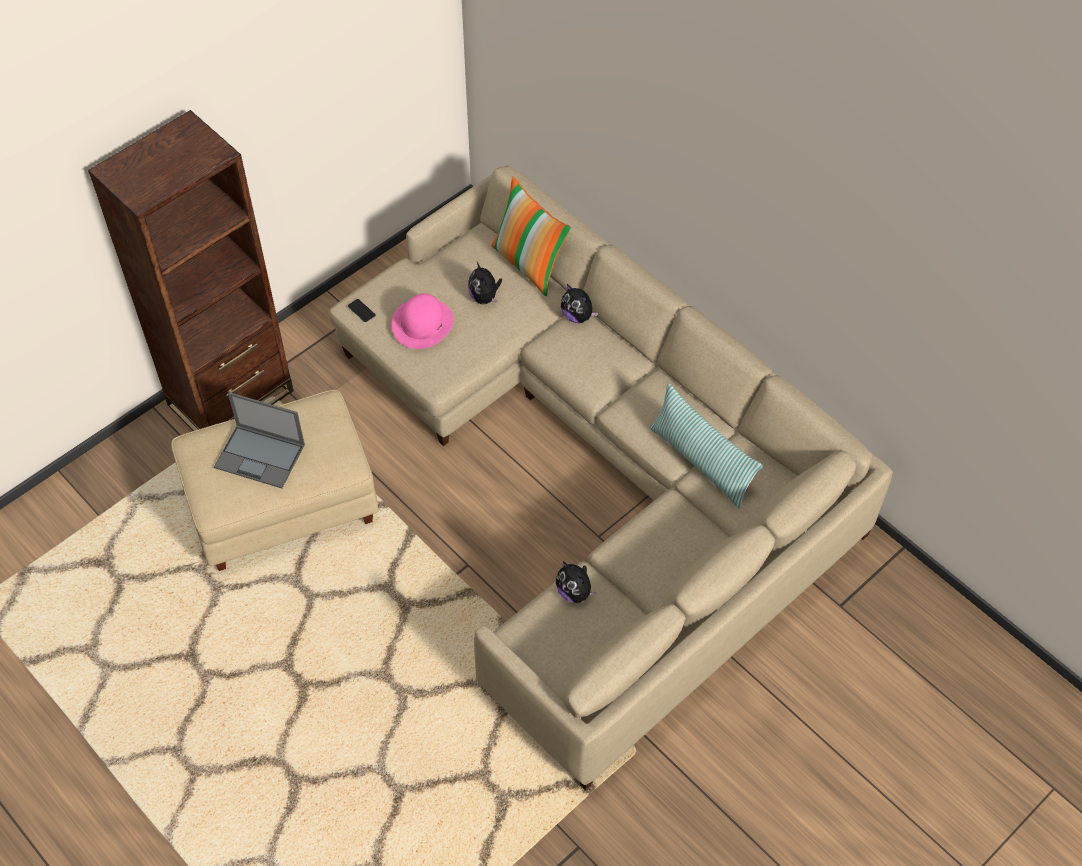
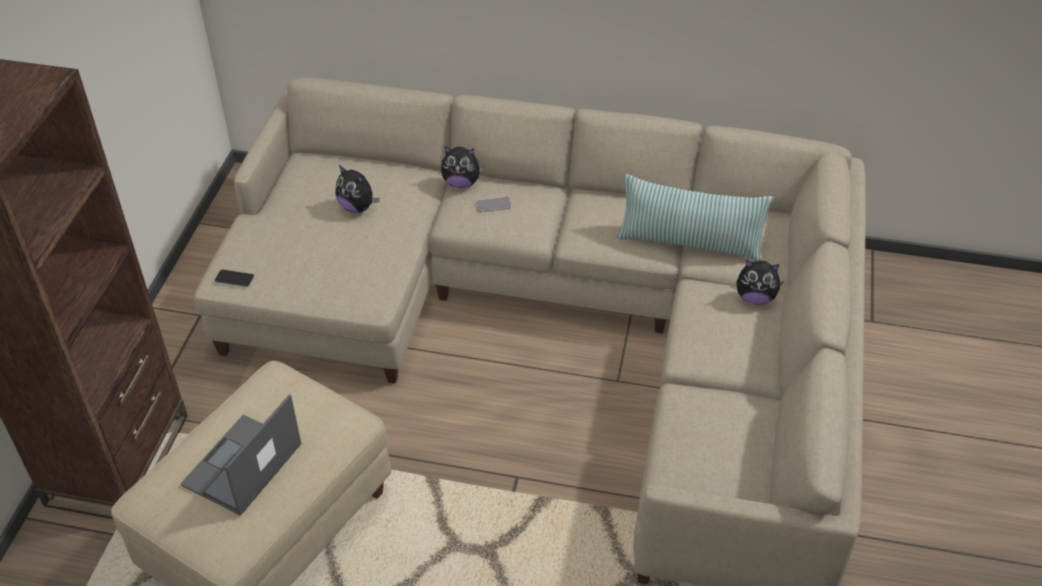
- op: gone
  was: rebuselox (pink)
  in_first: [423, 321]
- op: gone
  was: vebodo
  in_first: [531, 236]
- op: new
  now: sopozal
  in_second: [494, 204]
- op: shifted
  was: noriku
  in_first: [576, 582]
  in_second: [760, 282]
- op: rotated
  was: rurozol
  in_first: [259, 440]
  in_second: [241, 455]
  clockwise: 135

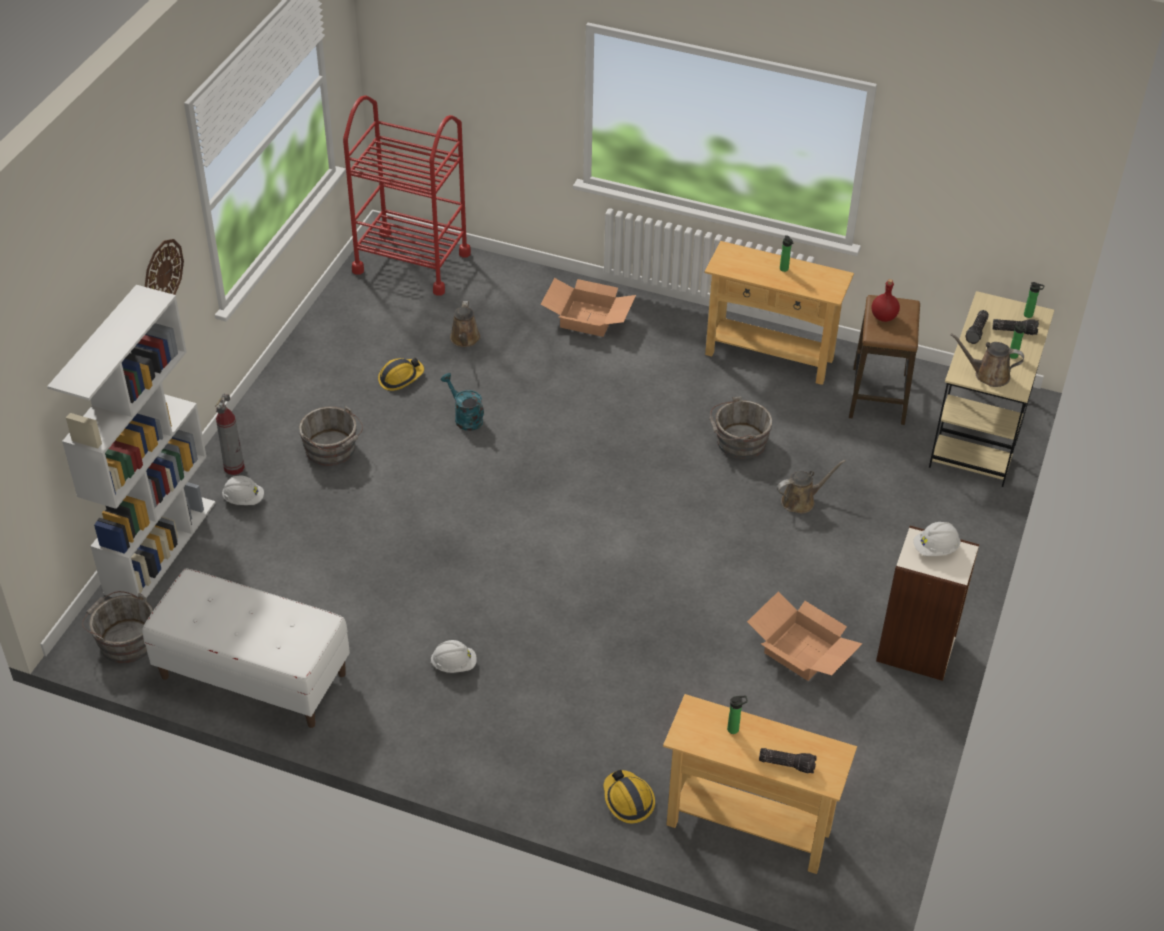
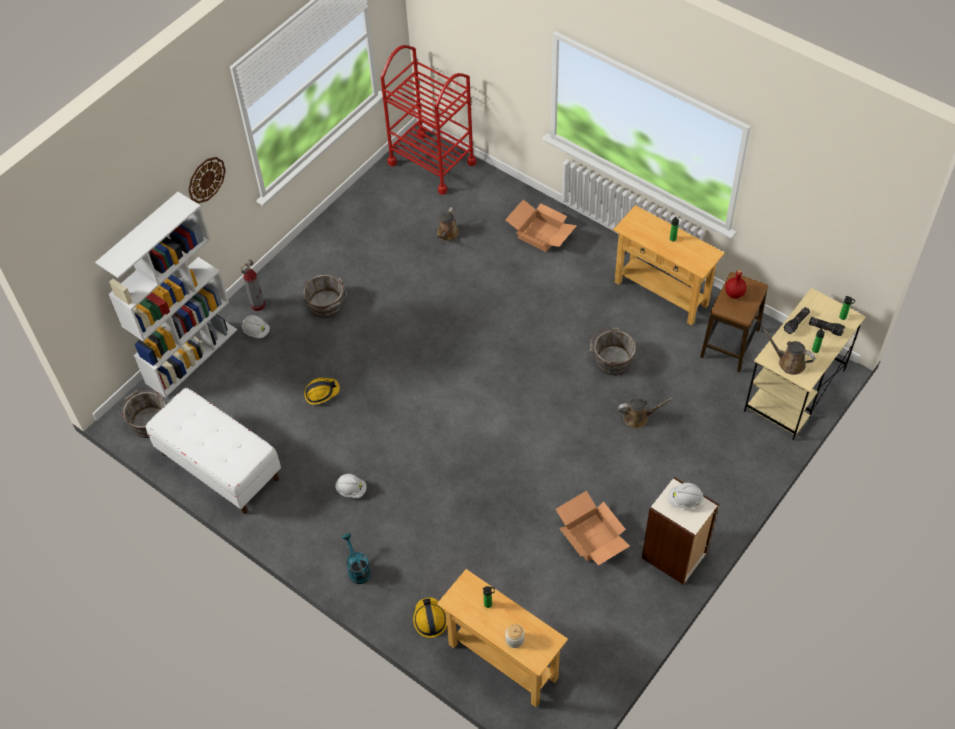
- op: shifted
  was: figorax
  in_first: [401, 374]
  in_second: [322, 391]
- op: shifted
  was: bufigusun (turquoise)
  in_first: [462, 402]
  in_second: [356, 558]
- op: swapped
  was: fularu
  now: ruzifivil
  in_first: [788, 761]
  in_second: [514, 636]

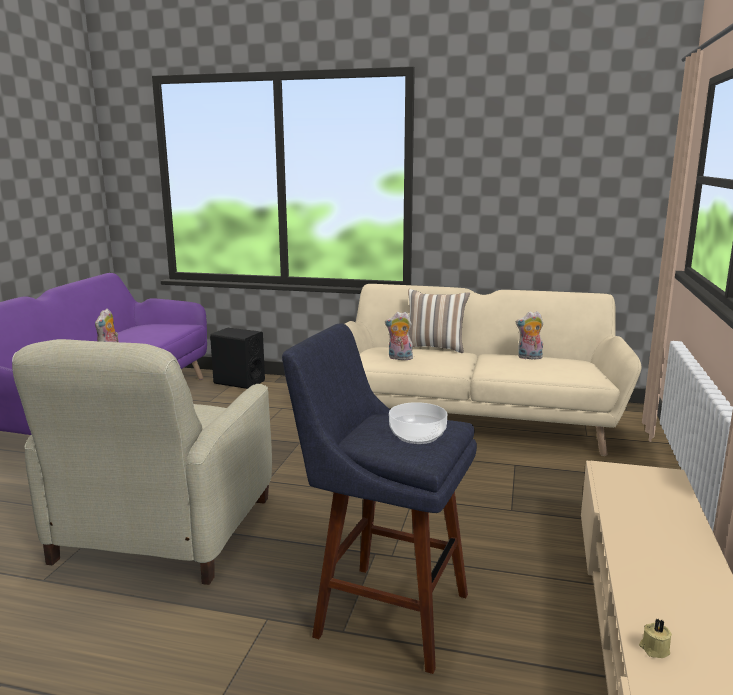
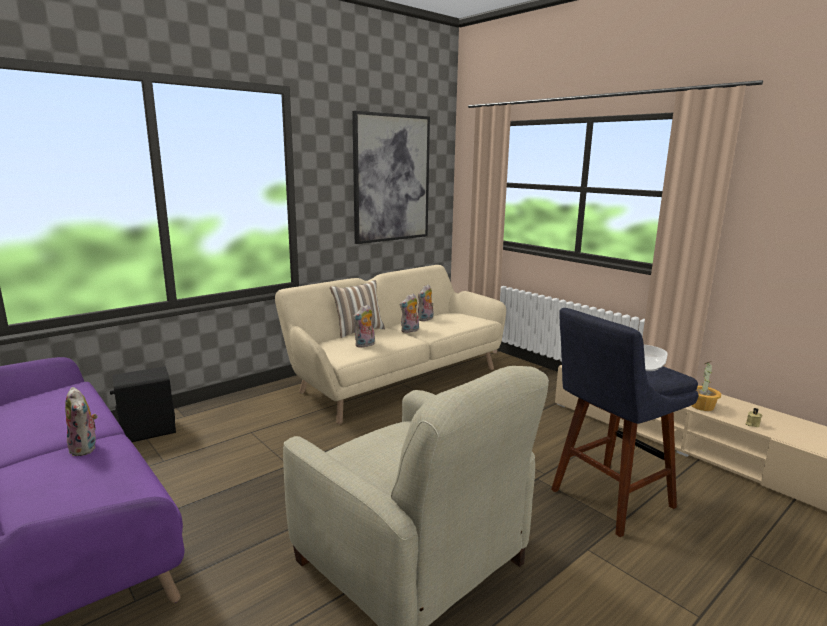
- op: new
  now: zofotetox
  in_second: [391, 177]
- op: new
  now: noriku
  in_second: [409, 313]
- op: new
  now: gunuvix
  in_second: [706, 386]

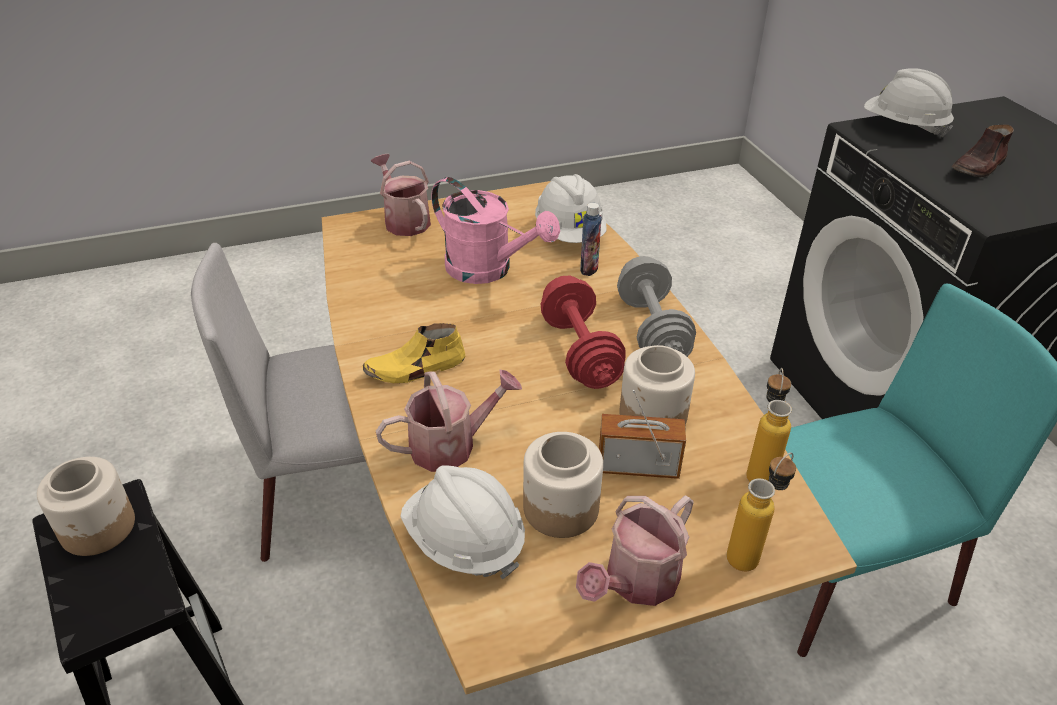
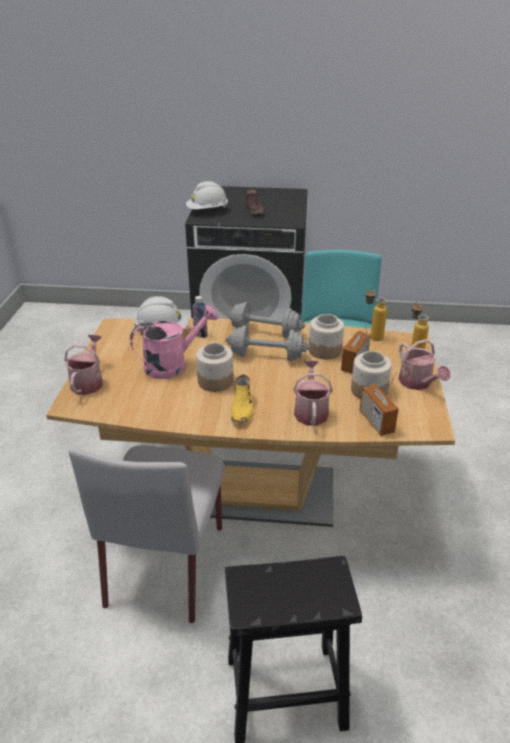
- op: shifted
  was: ruzifivil
  in_first: [86, 506]
  in_second: [215, 367]
- op: swapped
  was: figorax (white)
  now: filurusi
  in_first: [463, 523]
  in_second: [379, 404]
- op: repainted
  was: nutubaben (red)
  now: nutubaben (grey)
  in_first: [583, 332]
  in_second: [268, 343]
- op: rotated
  was: bufigusun
  in_first: [401, 195]
  in_second: [83, 365]
  clockwise: 105

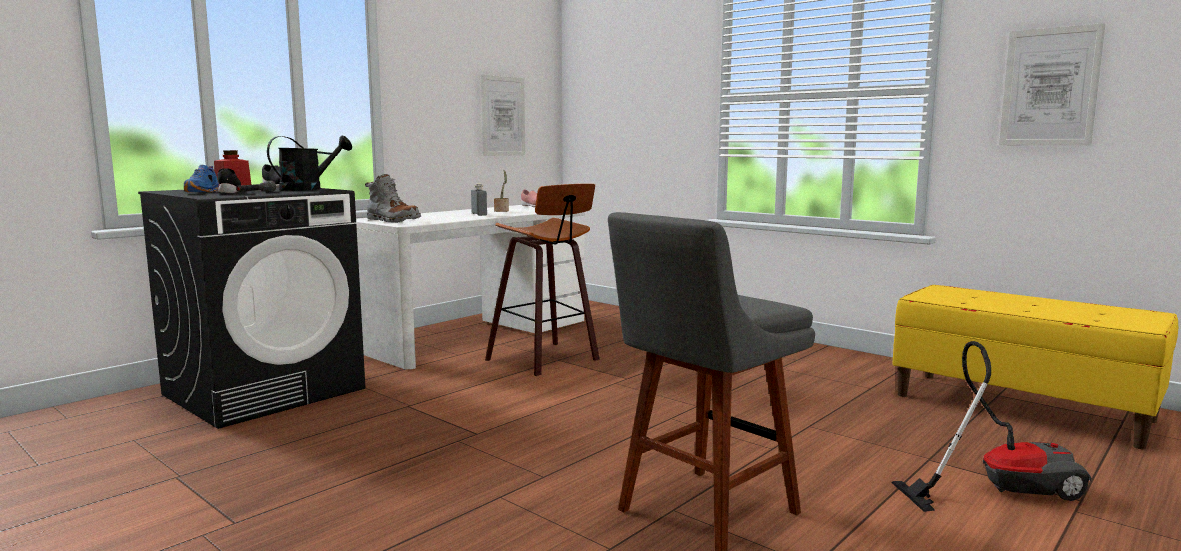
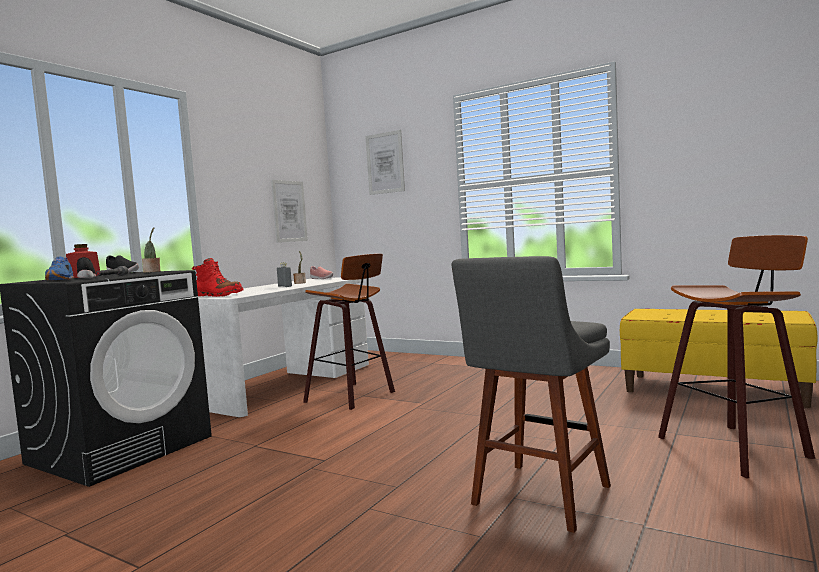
- op: shifted
  was: zofotetox
  in_first: [1052, 84]
  in_second: [385, 162]
- op: swapped
  was: bufigusun (black)
  now: gunuvix
  in_first: [309, 163]
  in_second: [151, 250]
- op: swapped
  was: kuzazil
  now: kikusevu
  in_first: [992, 426]
  in_second: [736, 357]
- op: repainted
  was: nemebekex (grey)
  now: nemebekex (red)
  in_first: [393, 198]
  in_second: [218, 277]

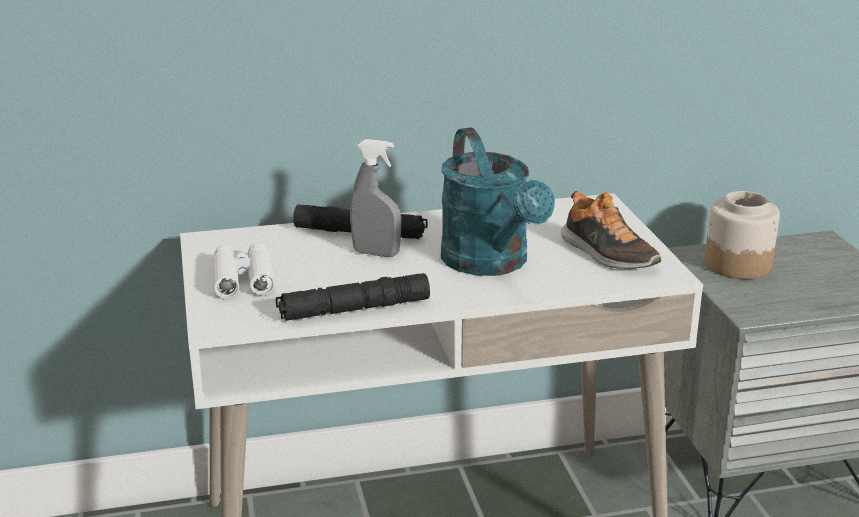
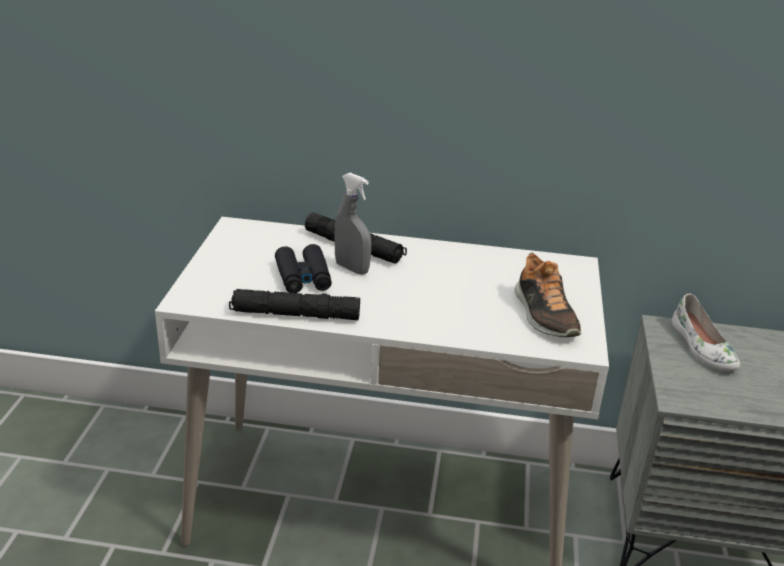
- op: gone
  was: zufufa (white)
  in_first: [244, 271]
- op: gone
  was: bufigusun (turquoise)
  in_first: [498, 202]
- op: new
  now: zufufa (black)
  in_second: [303, 268]
- op: swapped
  was: ruzifivil
  now: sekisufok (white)
  in_first: [742, 235]
  in_second: [706, 332]

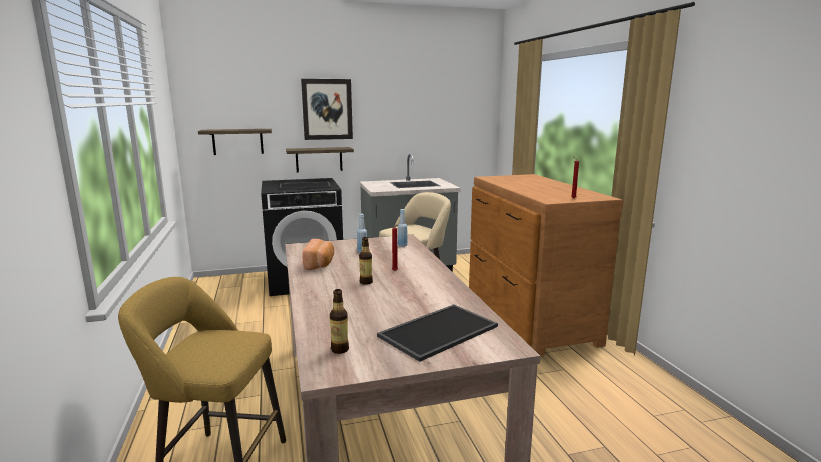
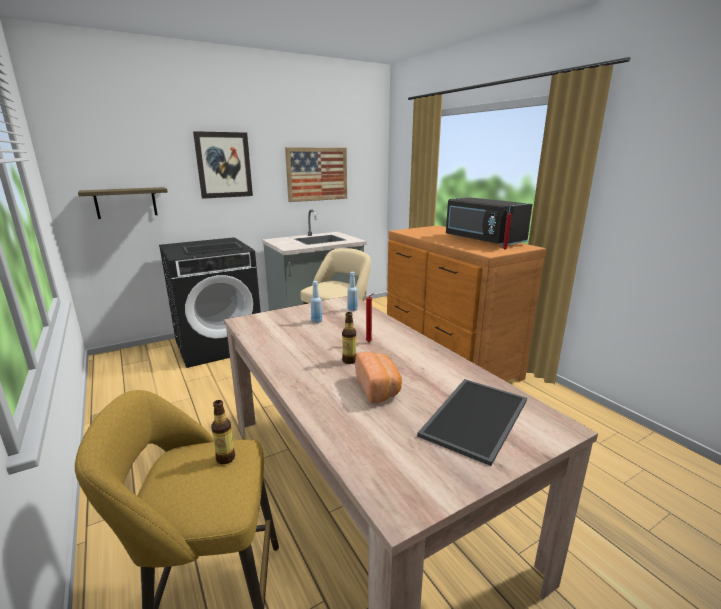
- op: gone
  was: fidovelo
  in_first: [320, 159]
- op: new
  now: zofotetox
  in_second: [316, 174]
- op: new
  now: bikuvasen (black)
  in_second: [489, 221]
- op: shifted
  was: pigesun
  in_first: [318, 254]
  in_second: [378, 378]
- op: shifted
  was: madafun
  in_first: [339, 321]
  in_second: [223, 432]

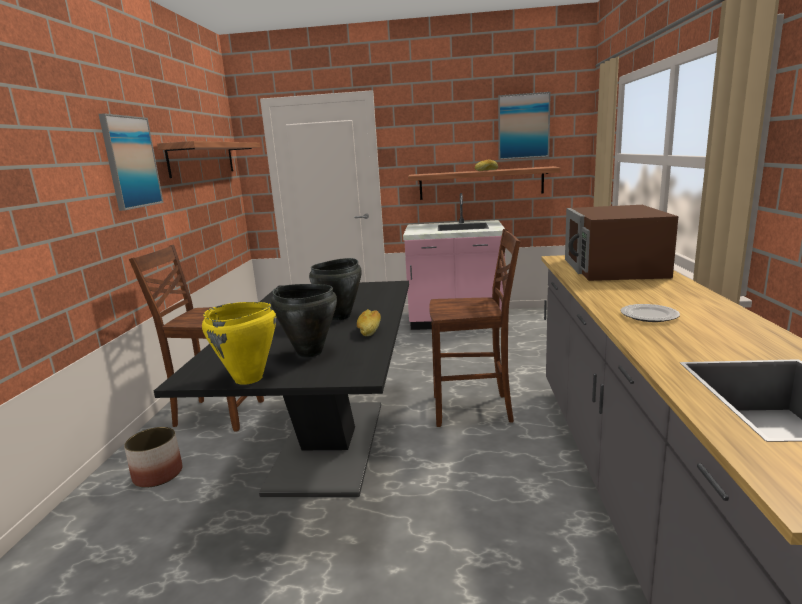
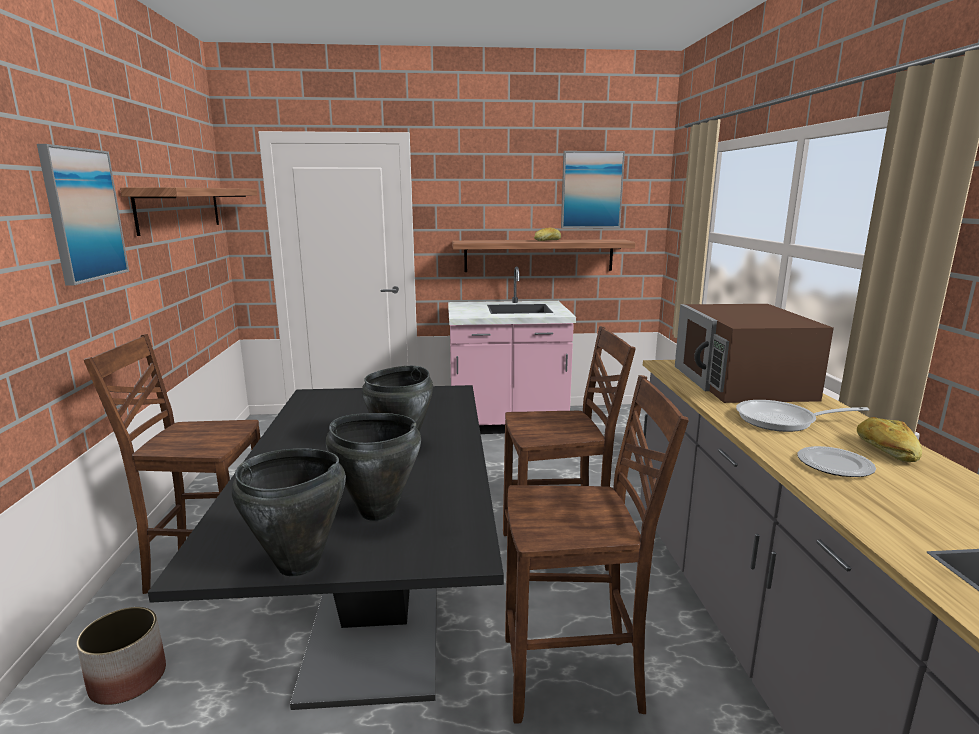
- op: new
  now: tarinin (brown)
  in_second: [596, 549]
- op: new
  now: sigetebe
  in_second: [802, 416]
- op: shifted
  was: pigesun
  in_first: [369, 322]
  in_second: [889, 439]
- op: repainted
  was: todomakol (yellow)
  now: todomakol (black)
  in_first: [239, 343]
  in_second: [289, 512]

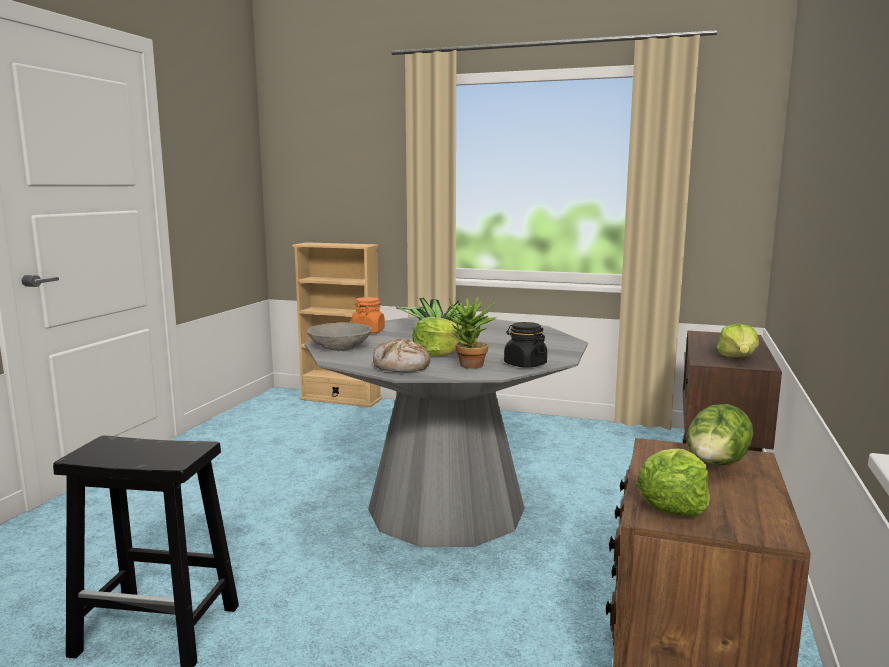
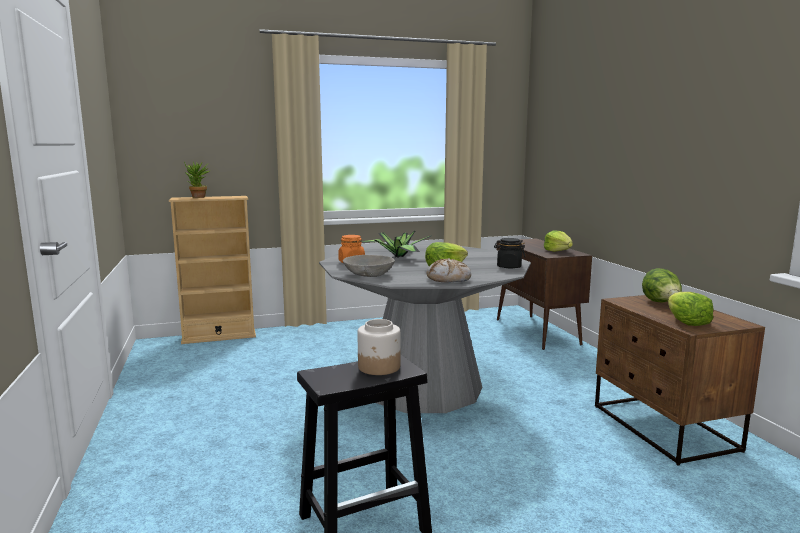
- op: new
  now: ruzifivil
  in_second: [379, 347]
- op: shifted
  was: gunuvix
  in_first: [472, 333]
  in_second: [197, 180]

